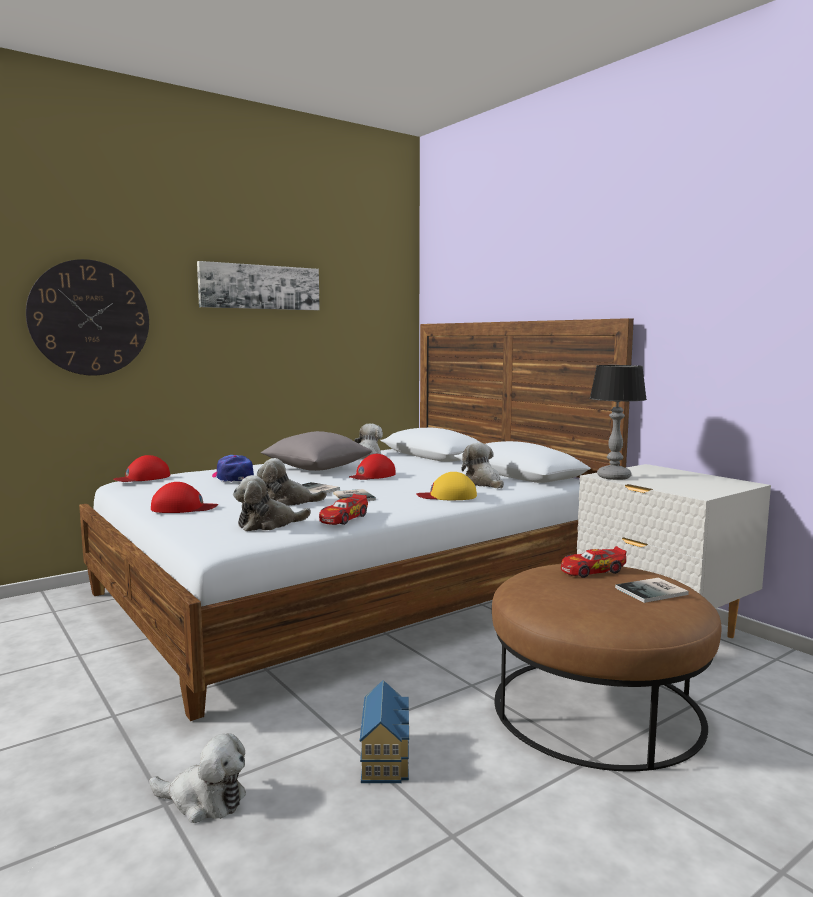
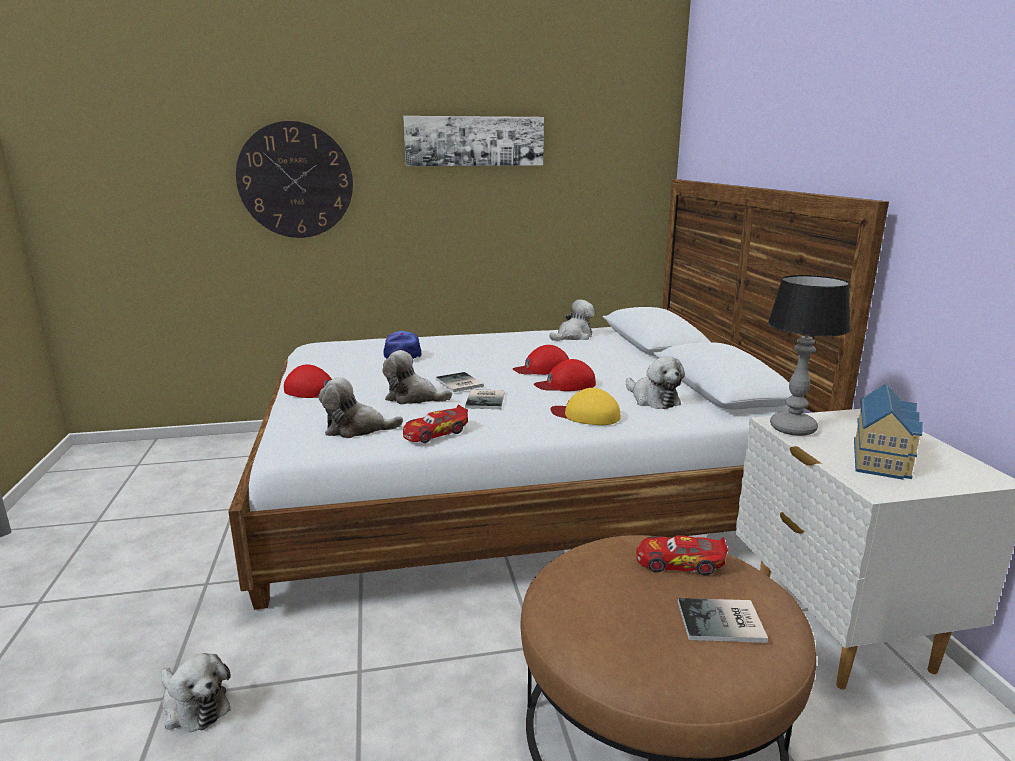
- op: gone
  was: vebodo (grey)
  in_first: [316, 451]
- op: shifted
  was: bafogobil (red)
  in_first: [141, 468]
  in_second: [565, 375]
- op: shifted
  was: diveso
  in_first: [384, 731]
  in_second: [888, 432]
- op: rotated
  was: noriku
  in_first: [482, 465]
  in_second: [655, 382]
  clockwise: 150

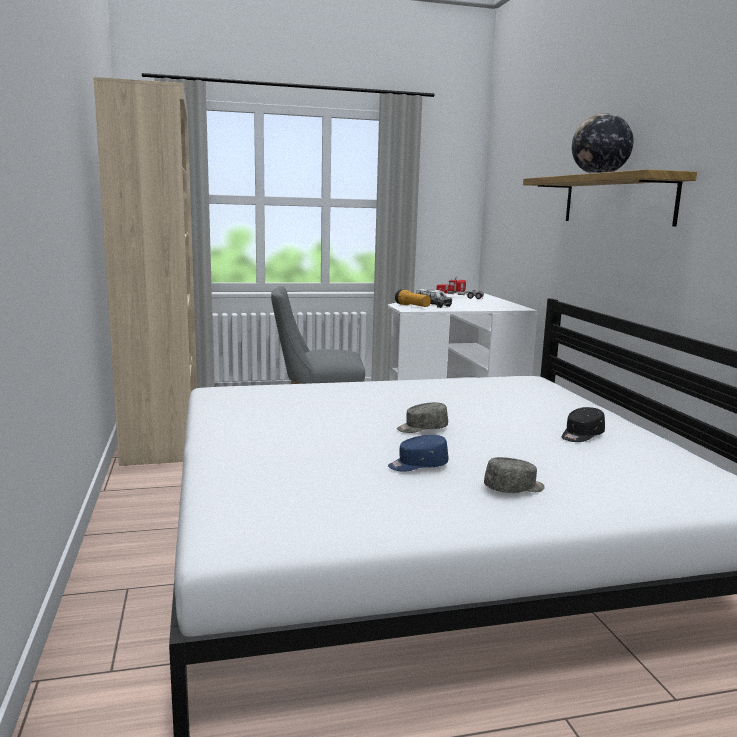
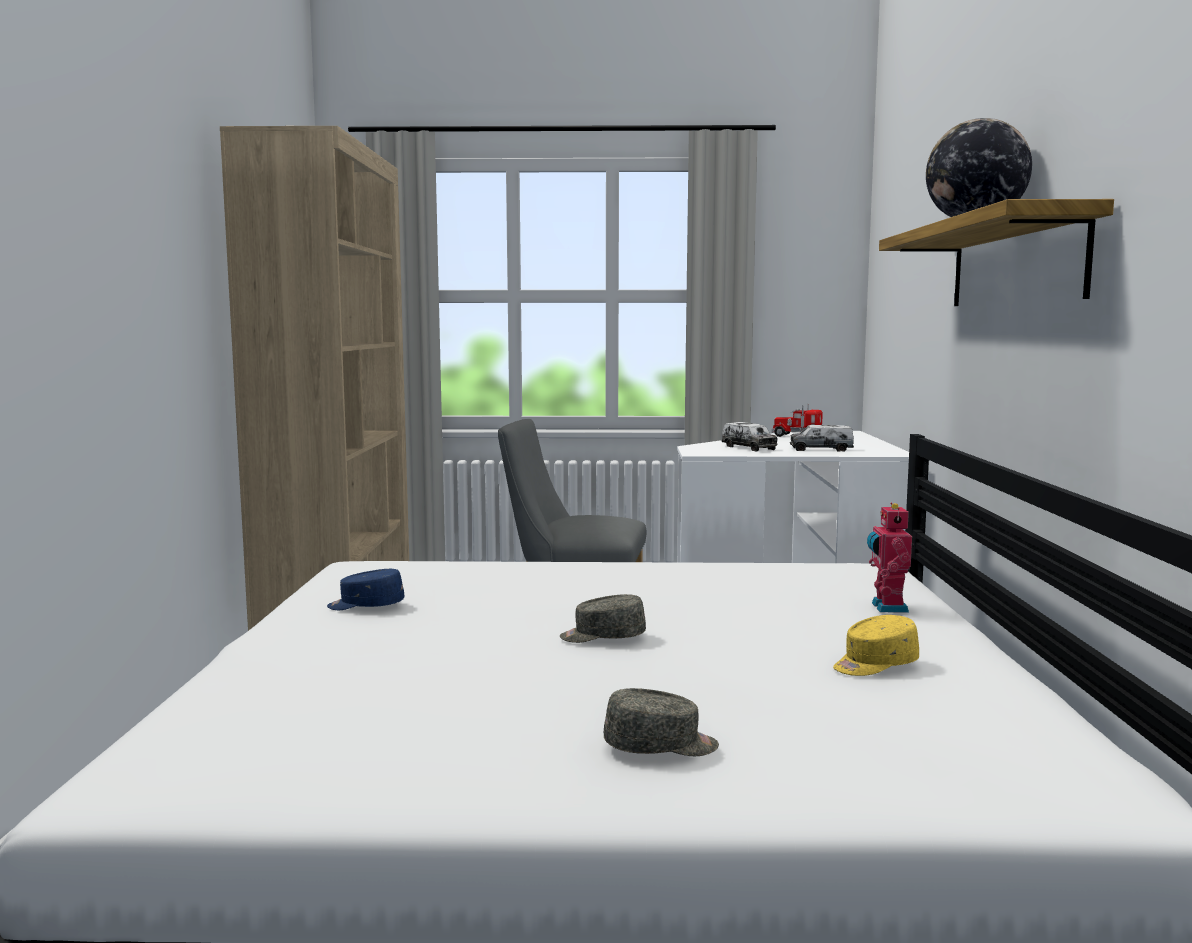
- op: gone
  was: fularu
  in_first: [413, 298]
- op: new
  now: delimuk
  in_second: [822, 438]
- op: new
  now: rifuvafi
  in_second: [889, 558]
- op: shifted
  was: bafogobil (blue)
  in_first: [418, 453]
  in_second: [365, 589]
- op: repainted
  was: bafogobil (black)
  now: bafogobil (yellow)
  in_first: [583, 424]
  in_second: [876, 645]

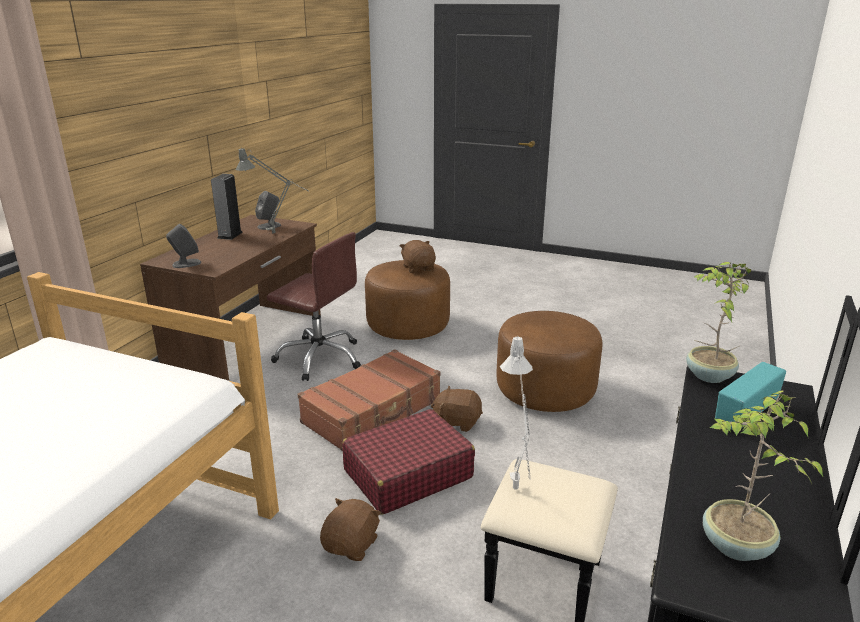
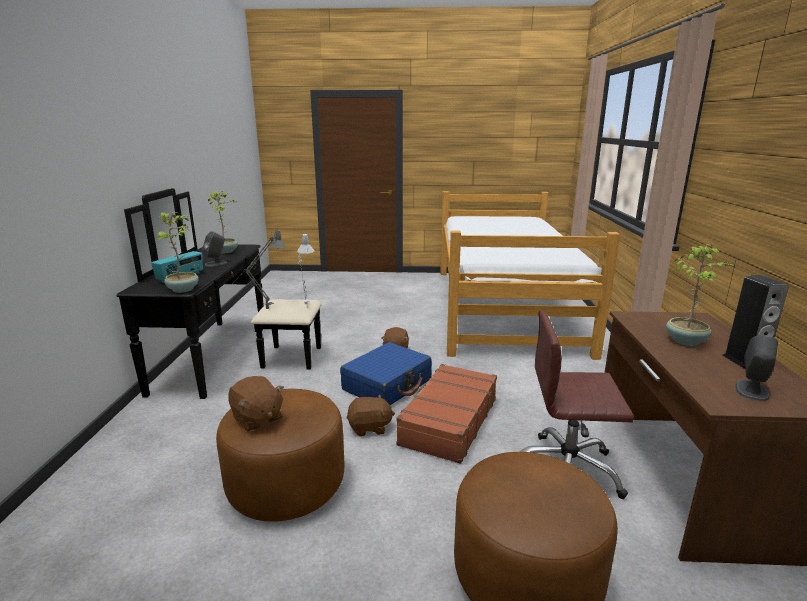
- op: new
  now: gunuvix
  in_second: [700, 295]
- op: shifted
  was: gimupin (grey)
  in_first: [183, 246]
  in_second: [214, 249]
- op: shifted
  was: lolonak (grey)
  in_first: [271, 190]
  in_second: [259, 269]
- op: shifted
  was: noriku (brown)
  in_first: [417, 256]
  in_second: [256, 404]
- op: repainted
  was: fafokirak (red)
  now: fafokirak (blue)
  in_first: [408, 462]
  in_second: [386, 373]

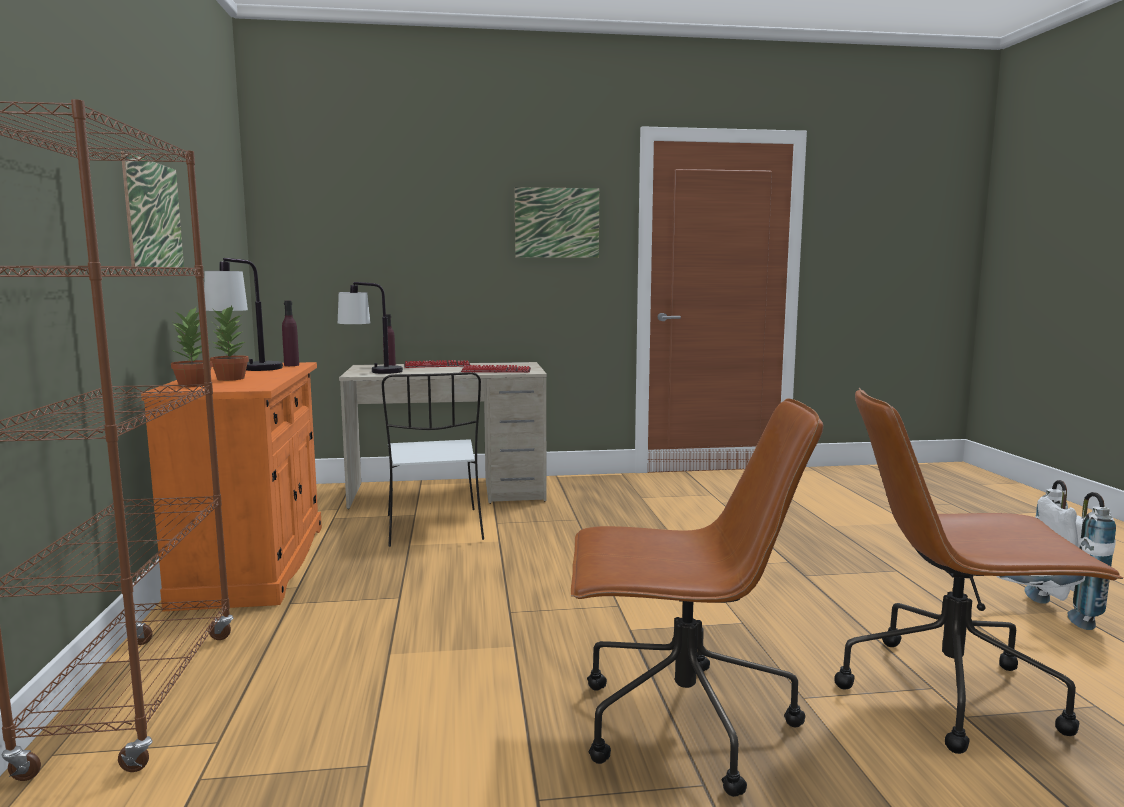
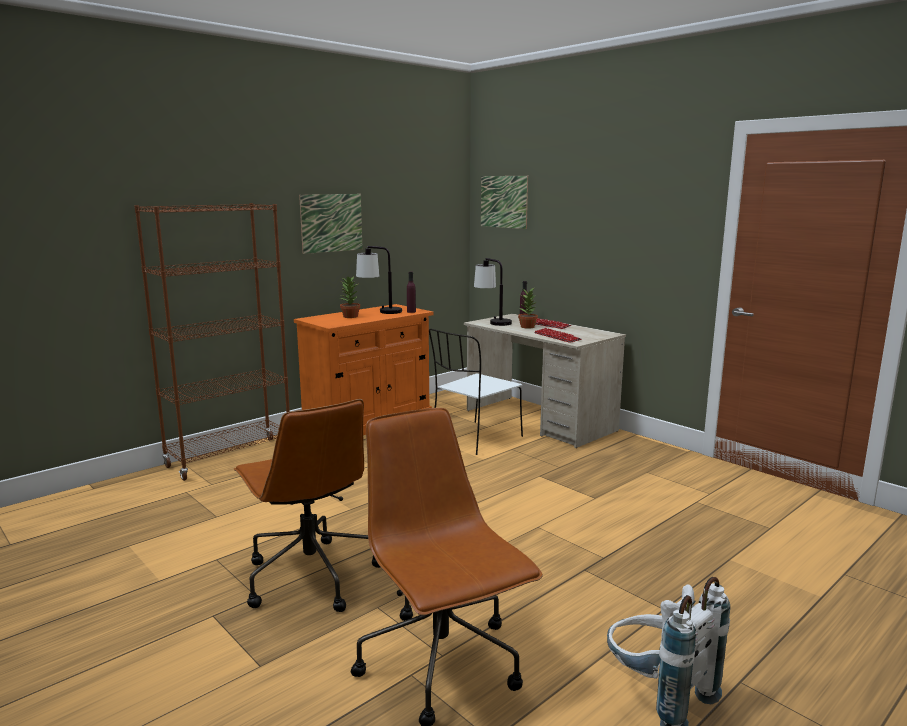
- op: shifted
  was: gunuvix
  in_first: [191, 347]
  in_second: [528, 308]
- op: shifted
  was: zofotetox
  in_first: [557, 222]
  in_second: [504, 202]

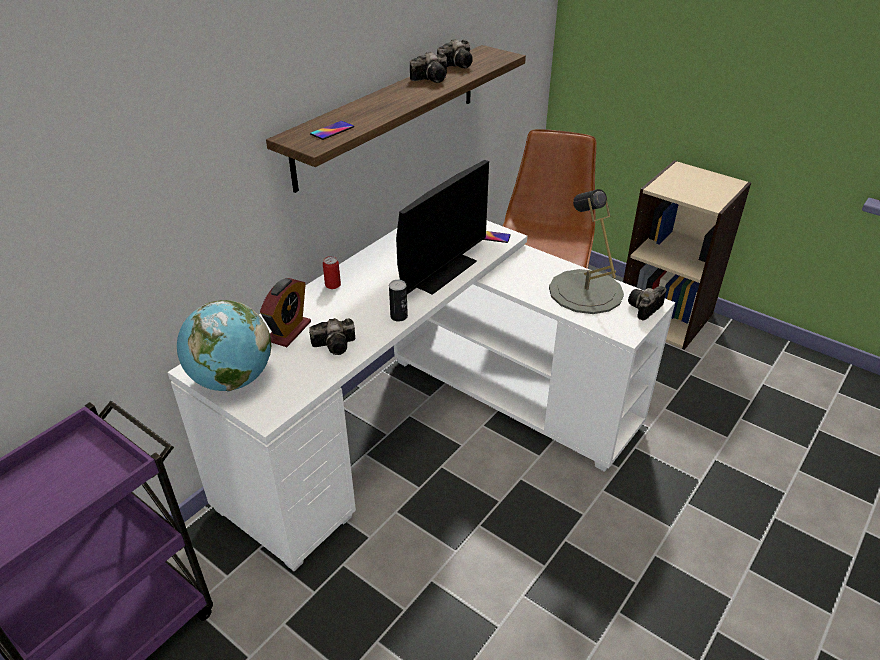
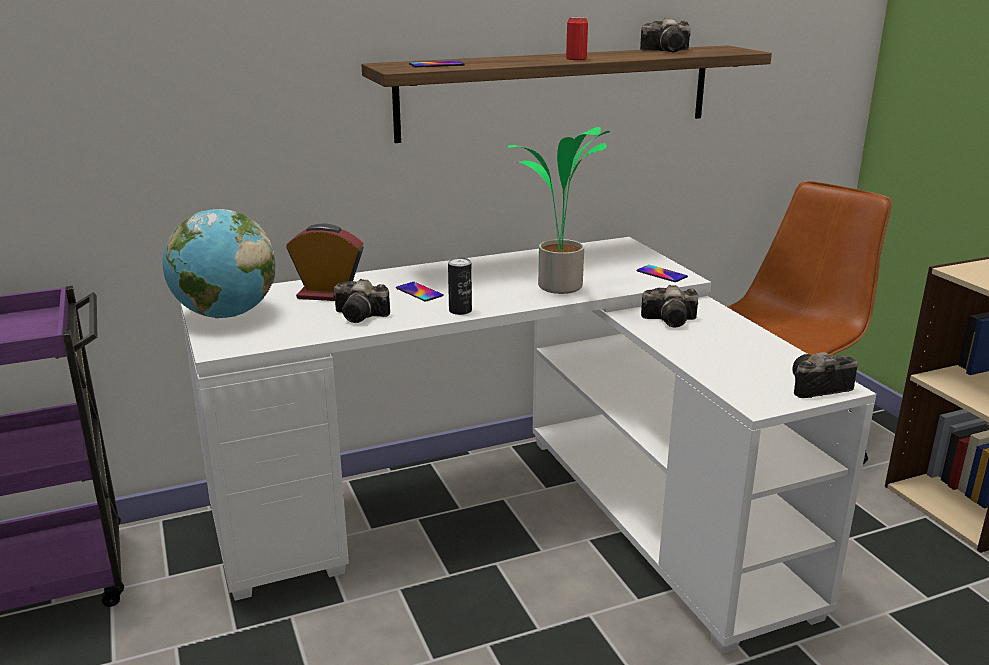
- op: gone
  was: lolonak (grey)
  in_first: [586, 251]
- op: new
  now: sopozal
  in_second: [420, 291]
- op: shifted
  was: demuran
  in_first: [332, 272]
  in_second: [577, 38]
- op: shifted
  was: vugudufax
  in_first: [428, 67]
  in_second: [669, 306]
- op: swapped
  was: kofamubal
  now: gunuvix
  in_first: [442, 227]
  in_second: [559, 210]
- op: rotated
  was: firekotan
  in_first: [285, 312]
  in_second: [325, 262]
  clockwise: -135

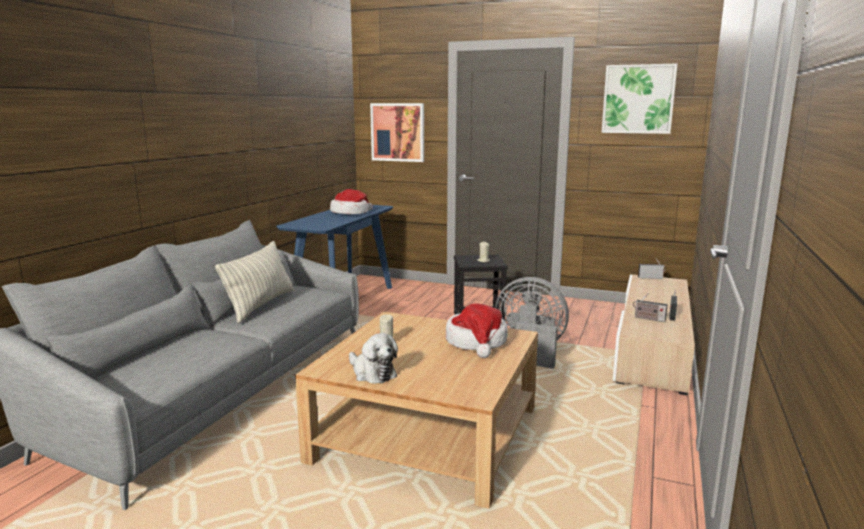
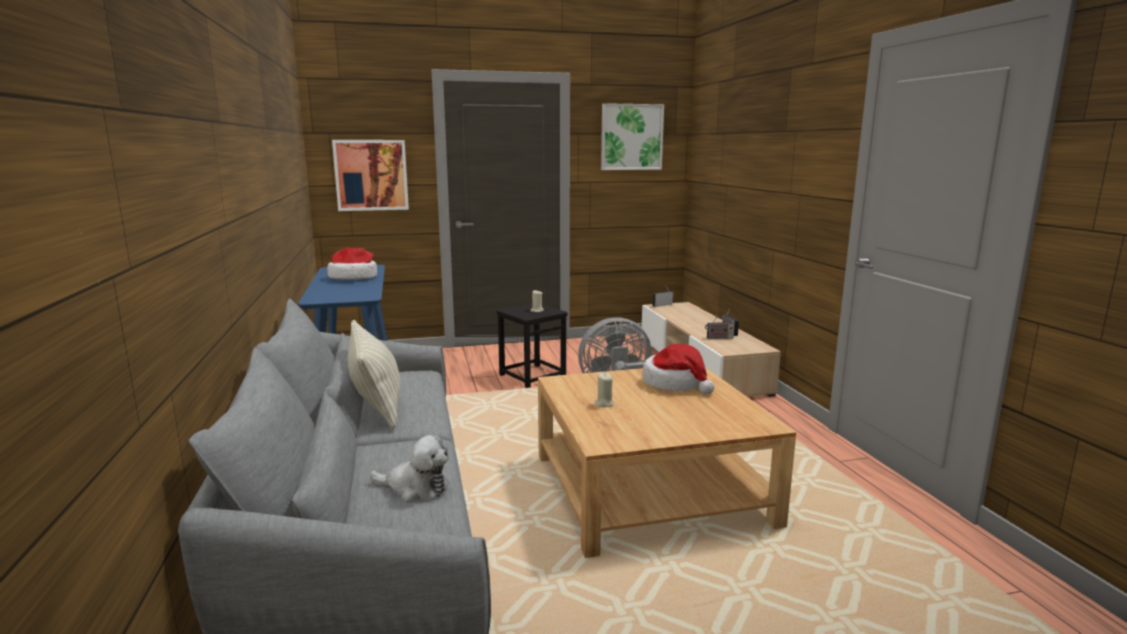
- op: shifted
  was: noriku
  in_first: [373, 358]
  in_second: [409, 468]

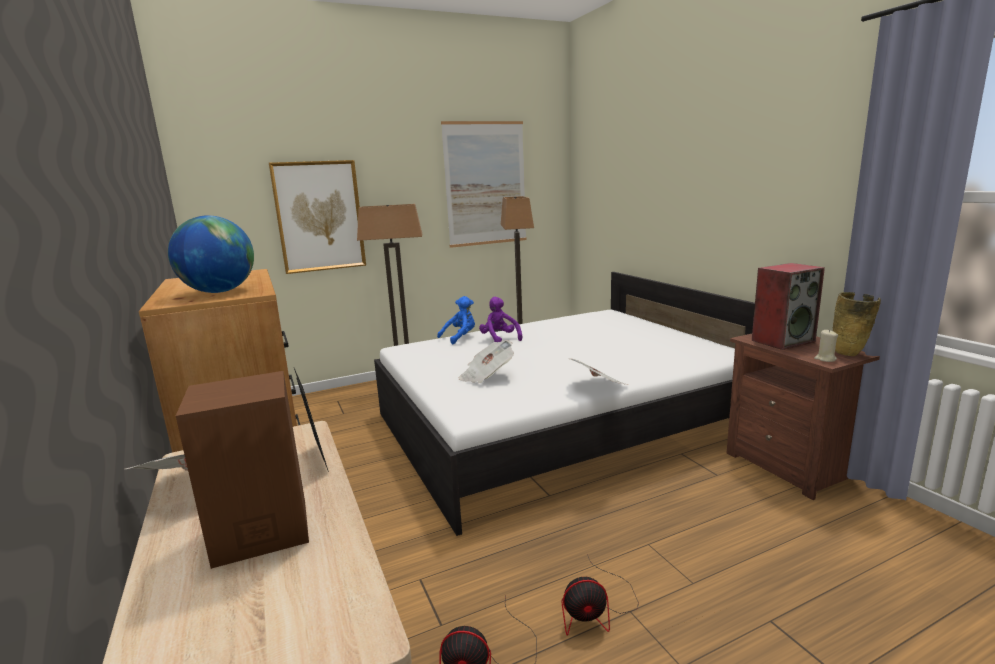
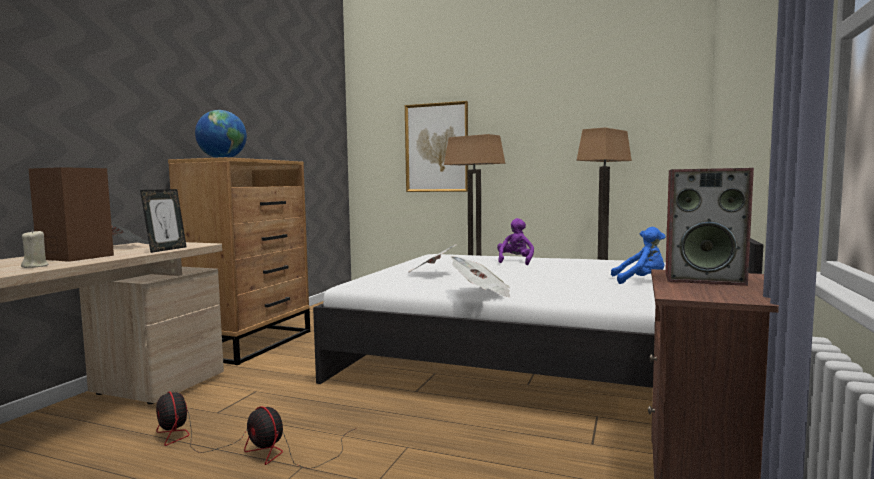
- op: gone
  was: zofotetox
  in_first: [484, 184]
- op: gone
  was: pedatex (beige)
  in_first: [857, 324]
- op: shifted
  was: noriku (blue)
  in_first: [456, 320]
  in_second: [638, 255]
- op: shifted
  was: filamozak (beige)
  in_first: [826, 346]
  in_second: [35, 249]

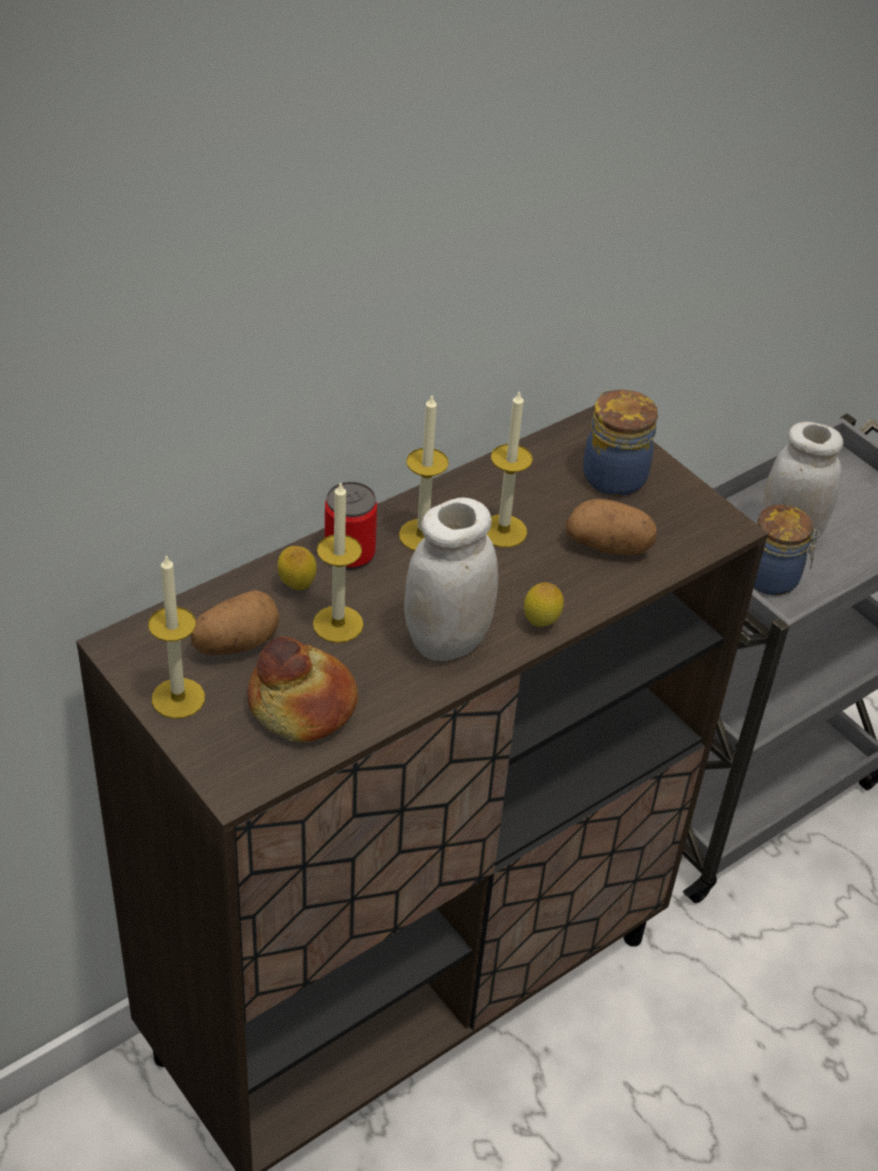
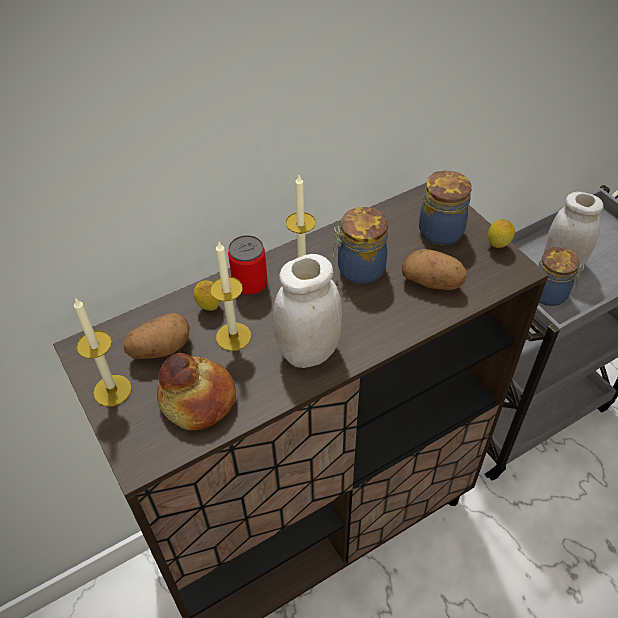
- op: shifted
  was: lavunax
  in_first: [544, 605]
  in_second: [501, 233]
- op: swapped
  was: filamozak
  now: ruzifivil
  in_first: [510, 468]
  in_second: [360, 245]

